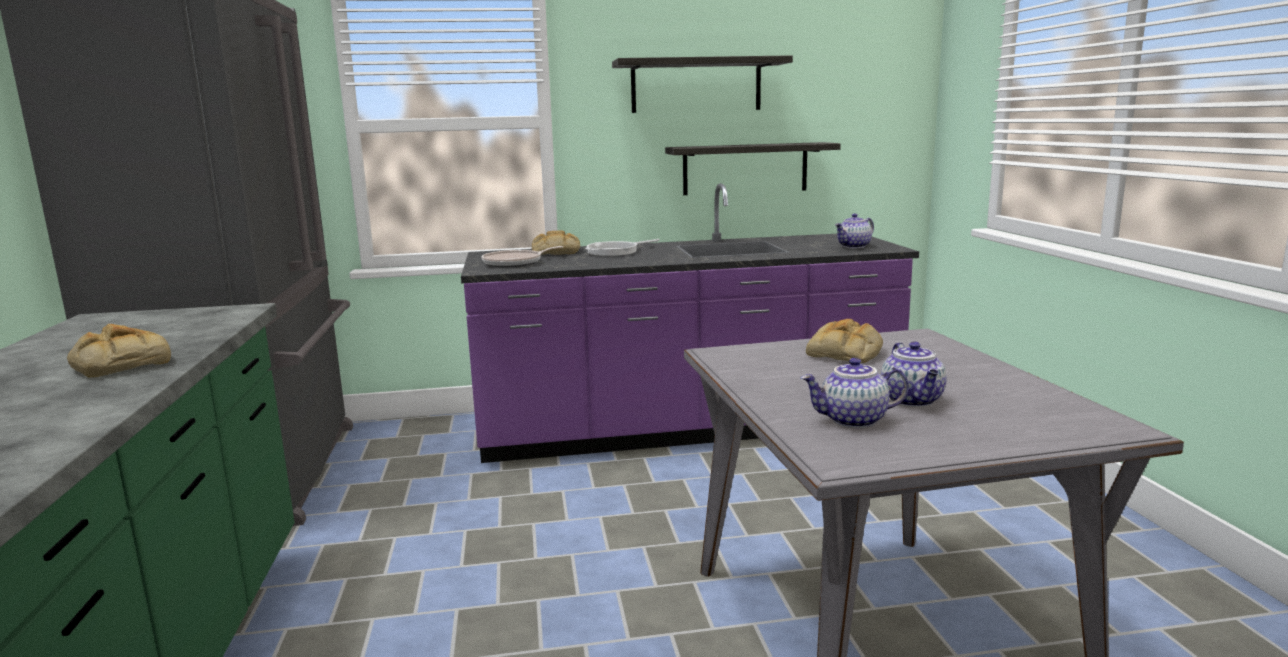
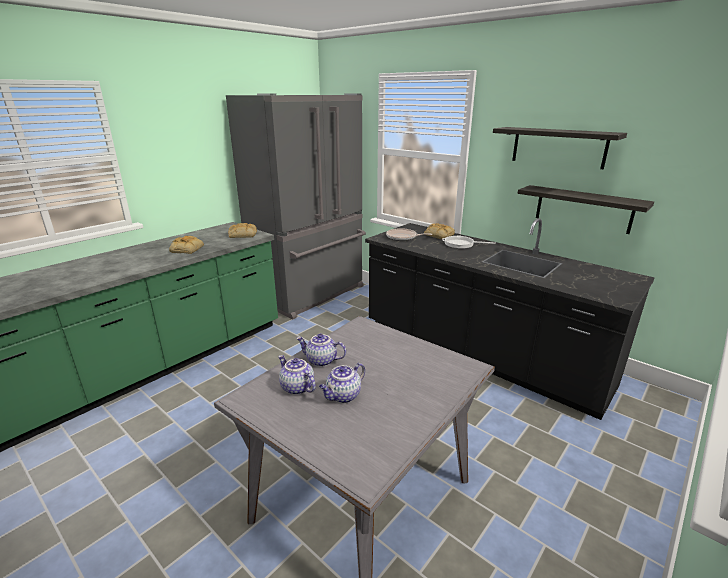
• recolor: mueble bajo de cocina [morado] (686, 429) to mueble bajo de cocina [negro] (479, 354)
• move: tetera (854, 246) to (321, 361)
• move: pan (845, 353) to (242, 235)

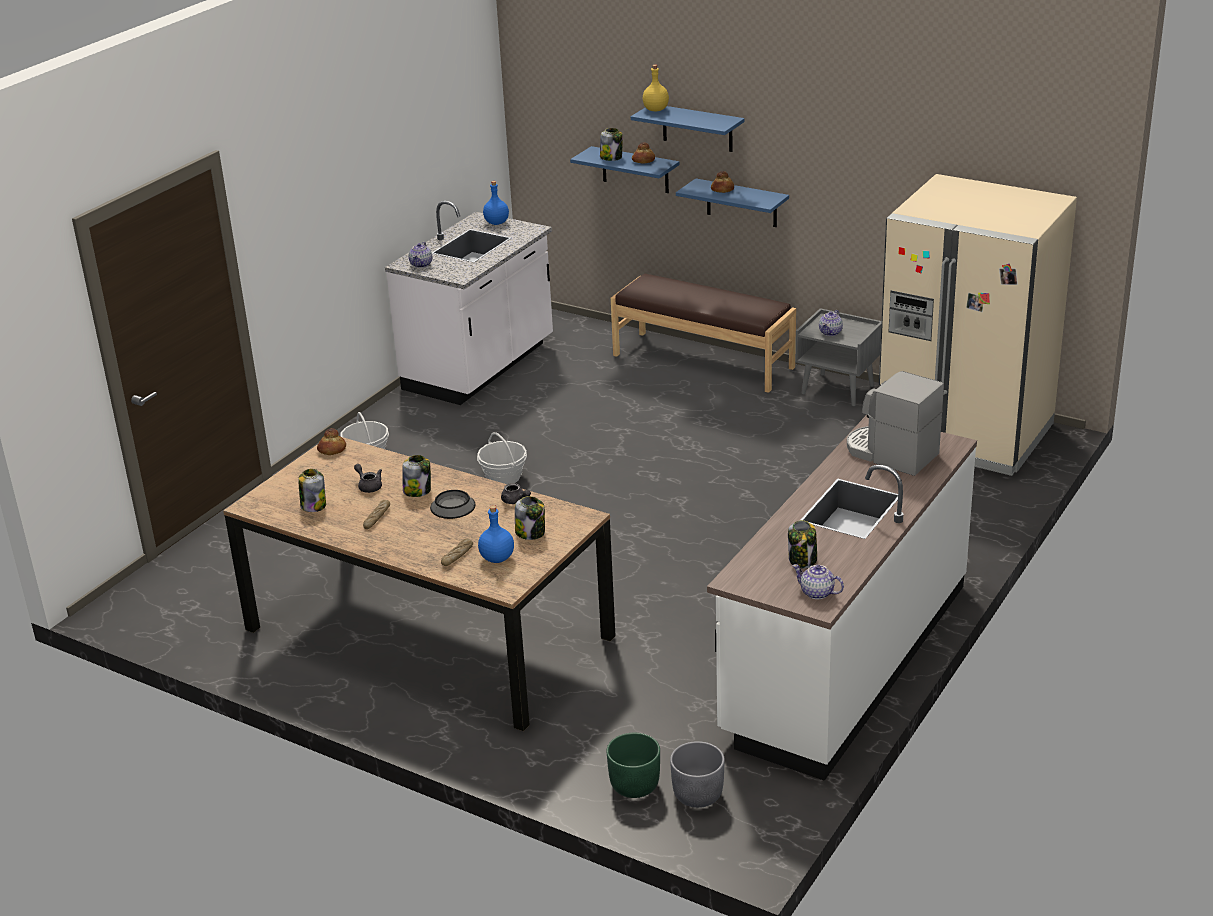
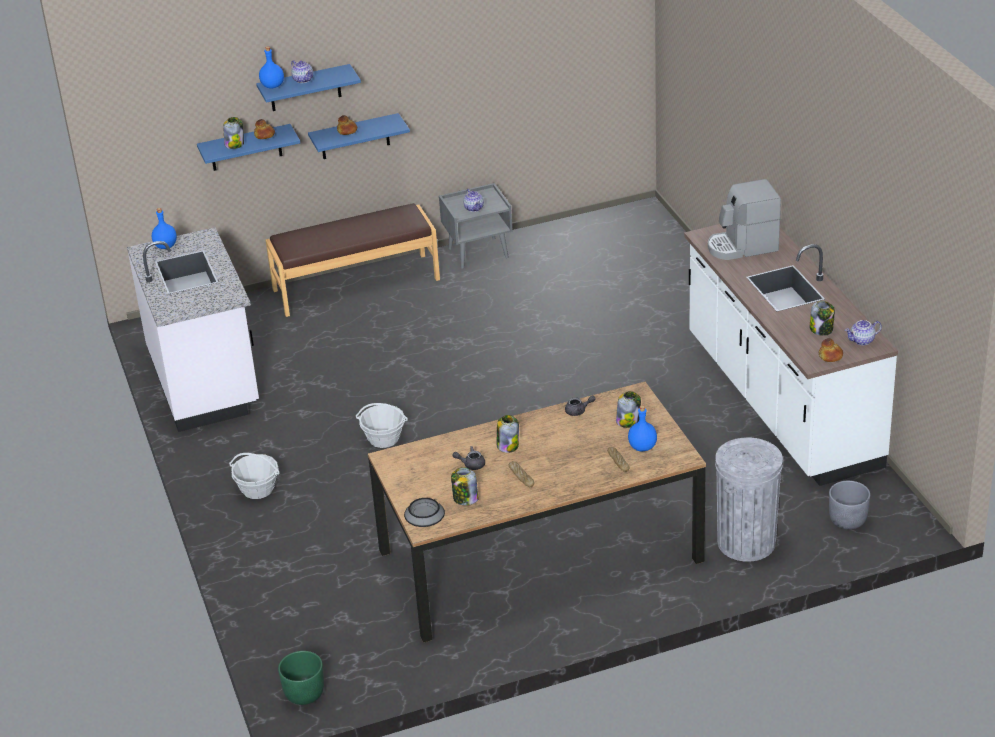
• recolor: botella [amarillo] (655, 110) to botella [azul] (272, 86)
• delete: nevera [beis] (965, 435)
• move: tetera (421, 264) to (303, 79)
• move: pan (332, 450) to (830, 356)
• move: cuenco (452, 506) to (424, 513)
• move: maceta [verde] (634, 785) to (304, 693)
• insert: papelera [gris] (746, 542)

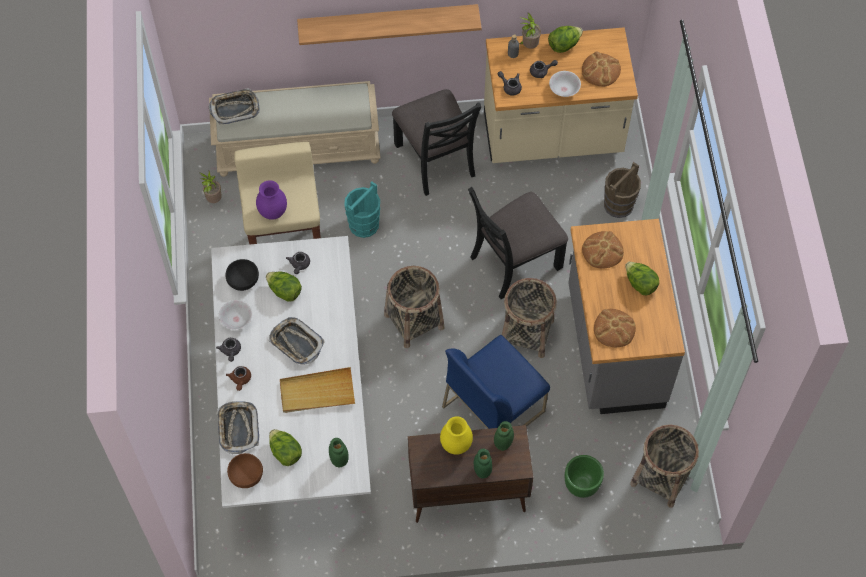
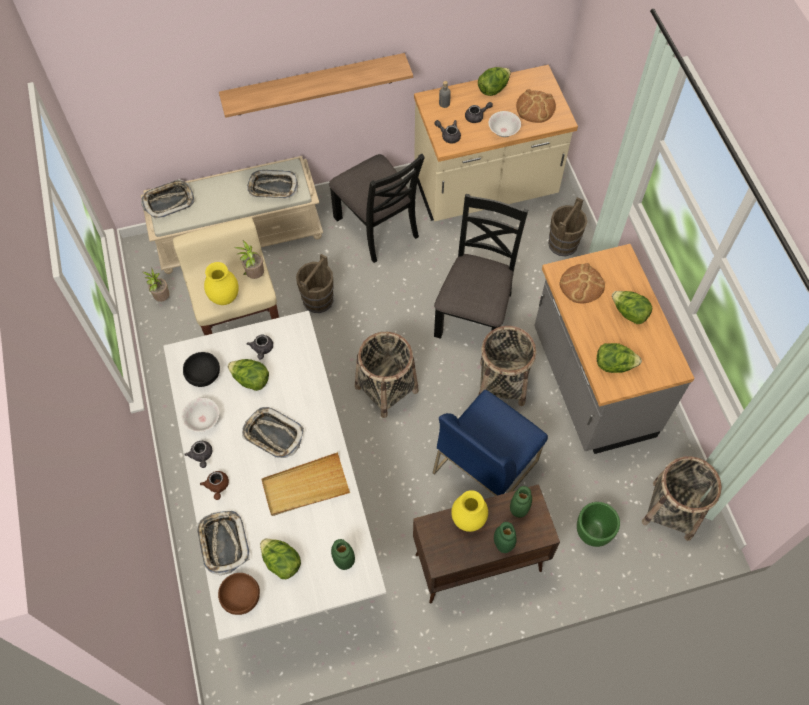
• move: planta en maceta (529, 46) to (254, 275)
• recolor: florero [morado] (273, 213) to florero [amarillo] (225, 298)
• recolor: cubo [turquesa] (363, 224) to cubo [marrón] (317, 300)
• rotate: silla [negro] (514, 261) = (474, 314) 150 degrees clockwise
• replace: pan (614, 328) to lechuga (614, 364)
• insert: bandeja (272, 187)

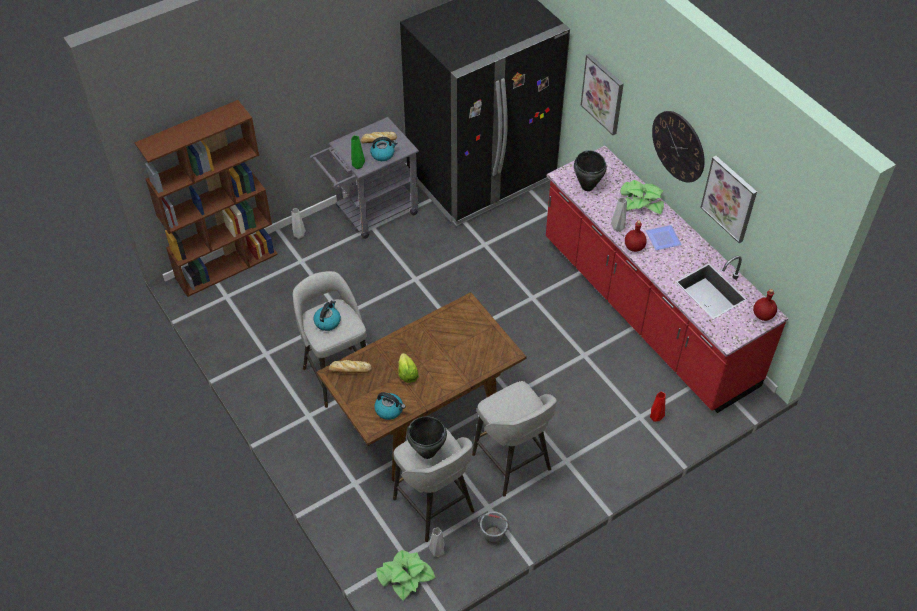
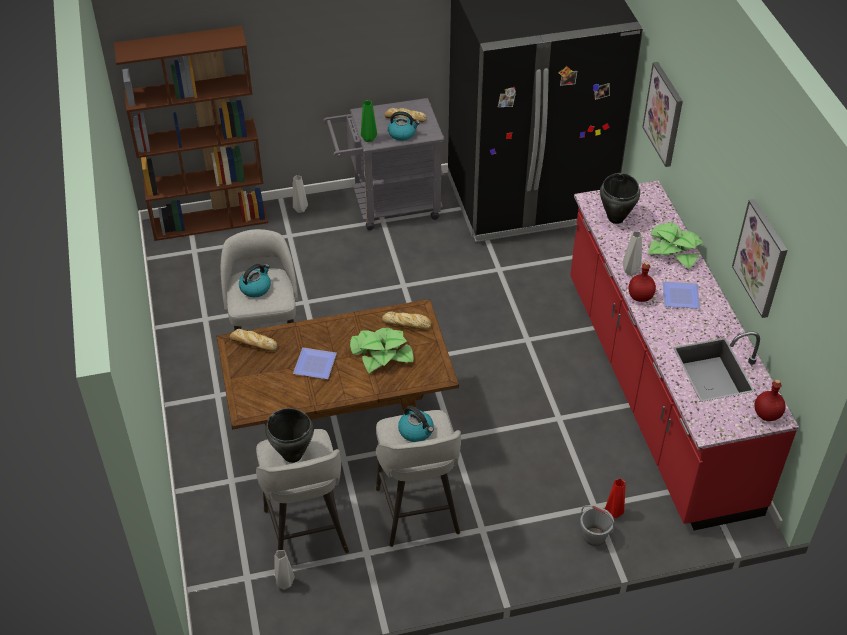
• delete: reloj de pared (678, 146)
• replace: lechuga (407, 374) to plato (313, 365)
• move: hervidor (389, 410) to (416, 431)
• move: cubo [gris] (493, 534) to (594, 536)
• move: planta en maceta (405, 576) to (381, 353)
• insert: pan (407, 323)

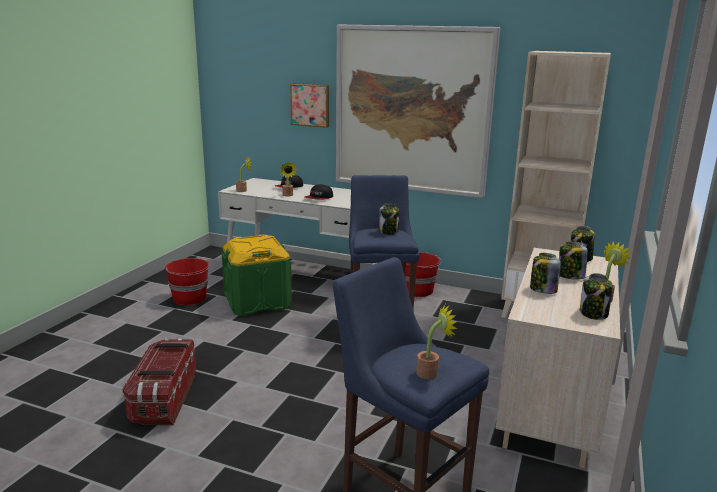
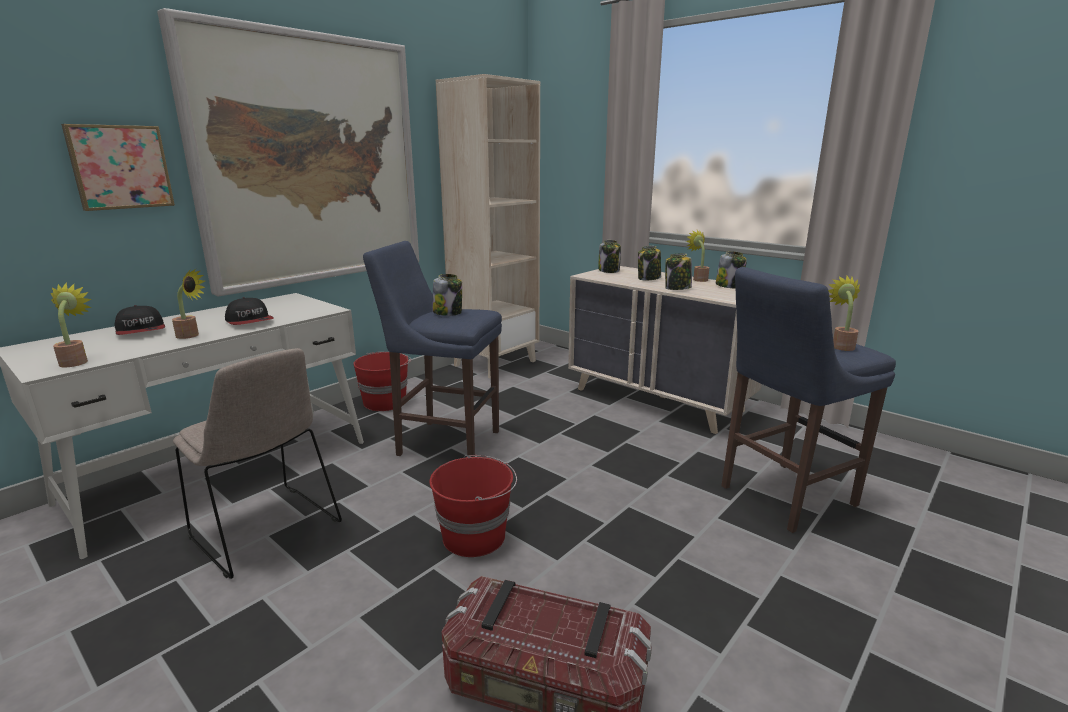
• replace: caja de almacenaje [verde] (257, 302) to silla [beis] (267, 531)
• move: cubo [rojo] (190, 298) to (475, 536)

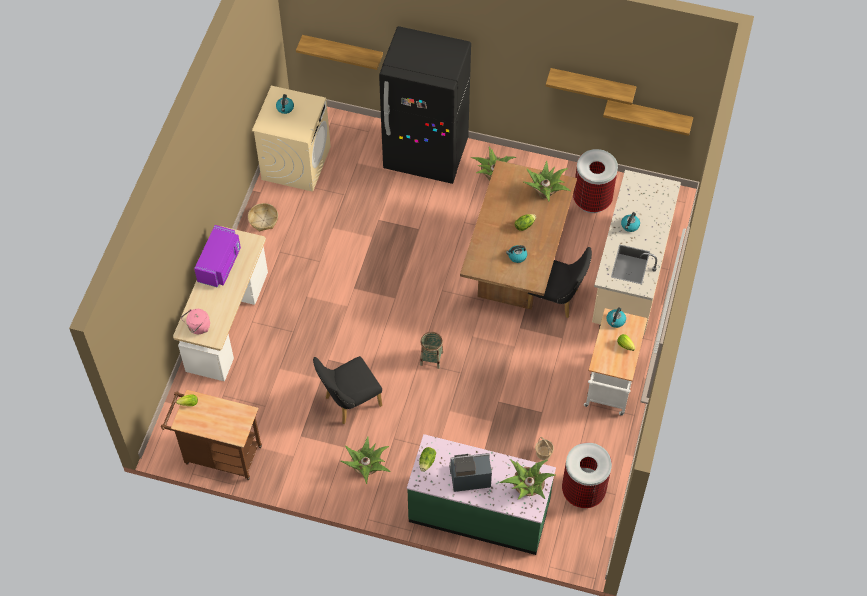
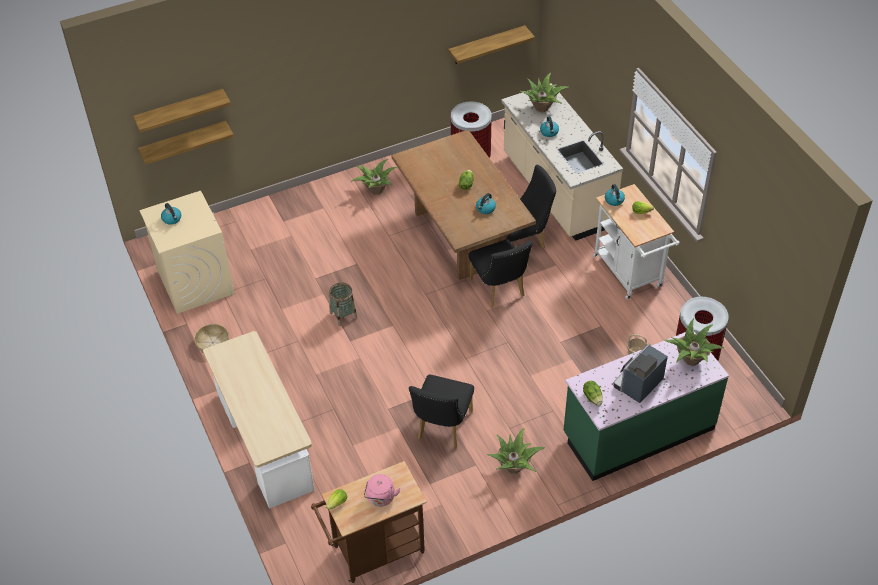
• delete: nevera [negro] (426, 155)
• move: estante (592, 83) to (180, 110)
• move: planta en maceta (546, 193) to (542, 107)
• delete: microondas [morado] (220, 264)
• move: hervidor [rosa] (198, 327) to (381, 498)
• move: cesta (431, 358) to (343, 315)
• insert: silla [negro] (499, 290)

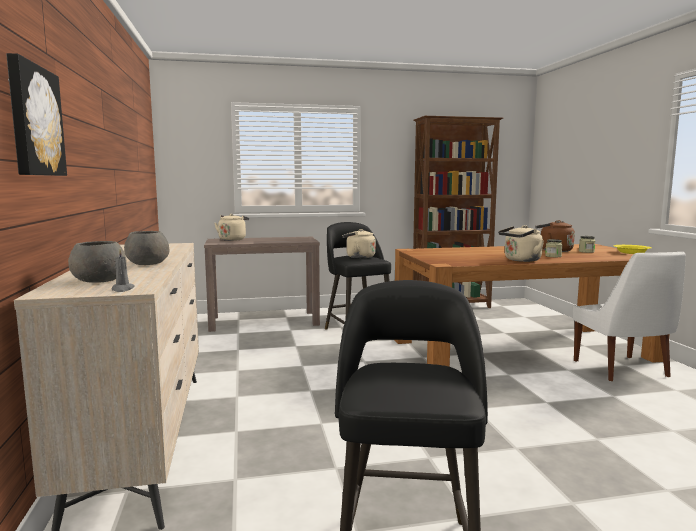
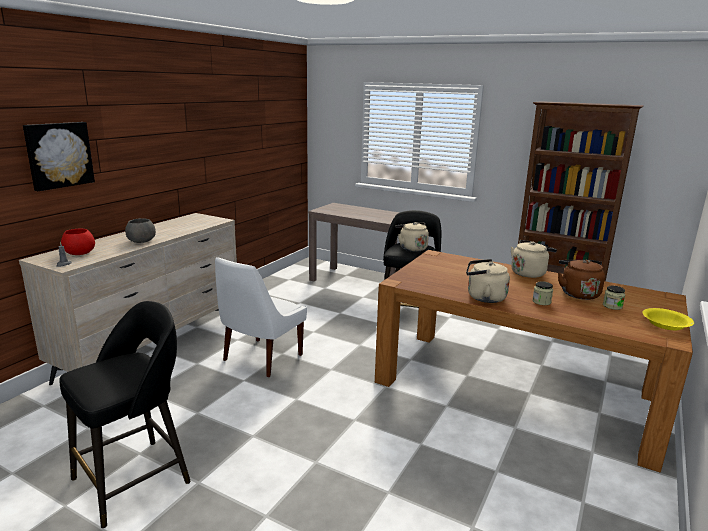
• move: hervidor [beis] (233, 239) to (529, 273)
• recolor: cuenco [gris] (100, 280) to cuenco [rojo] (80, 253)
• move: silla [blanco] (622, 370) to (260, 359)

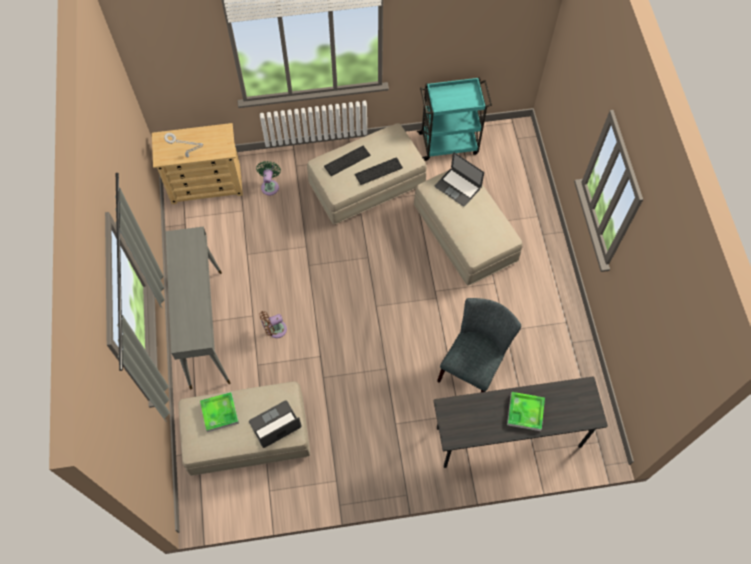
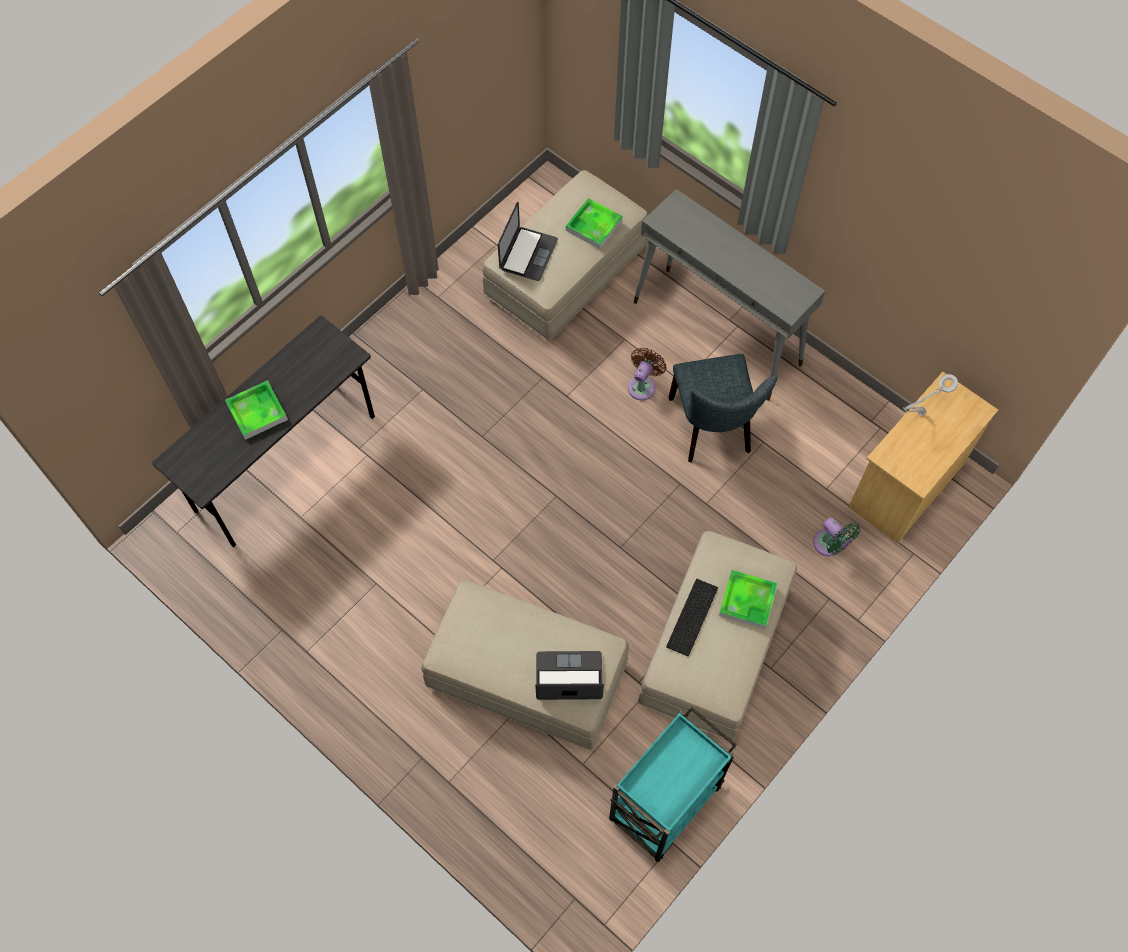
• replace: teclado (347, 160) to bandeja (747, 601)
• move: silla [gris] (473, 366) to (712, 429)

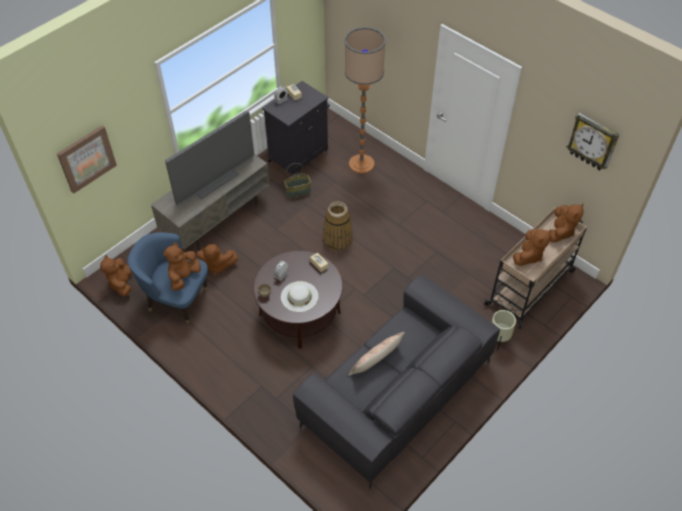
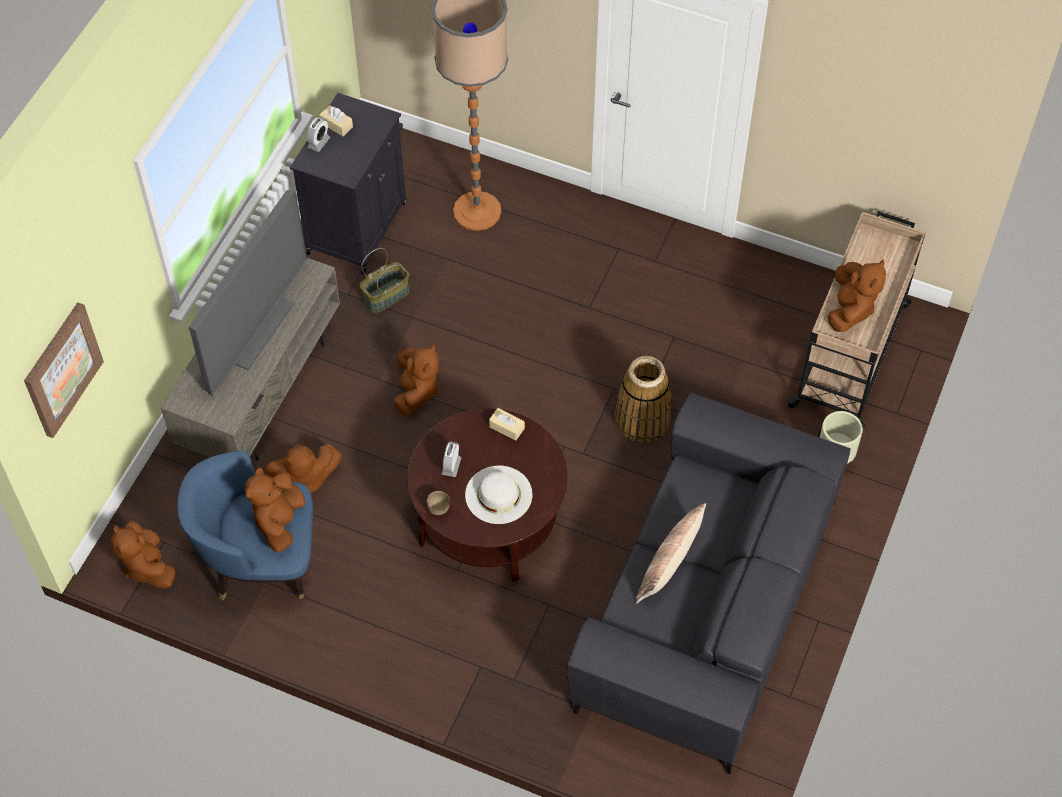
• delete: reloj de pared (592, 142)
• move: cesta (337, 239) to (642, 419)
• move: peluche [marrón] (560, 232) to (416, 391)

